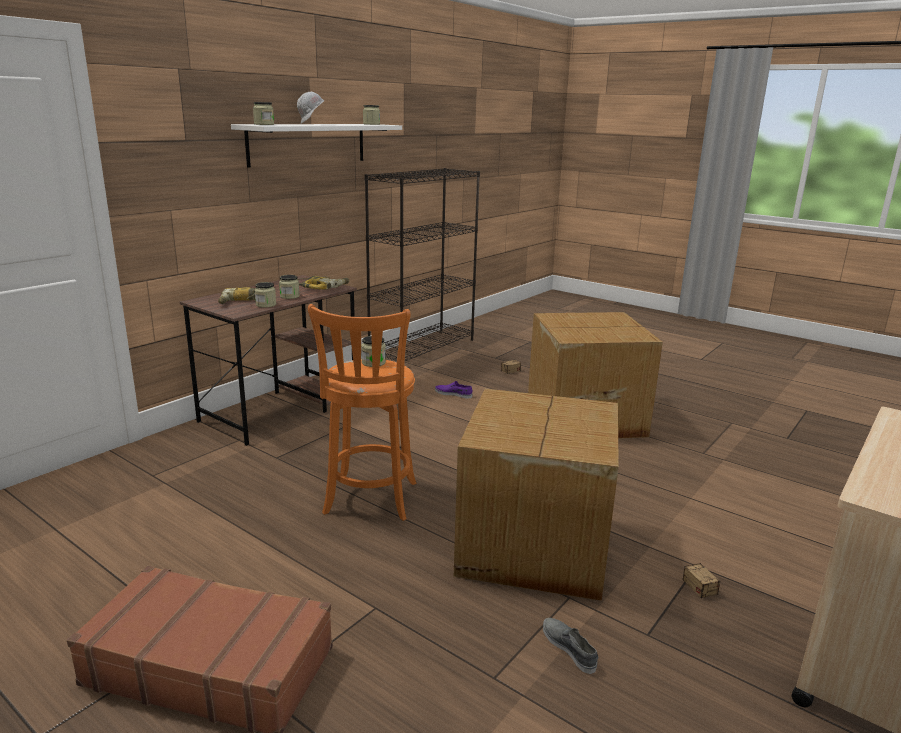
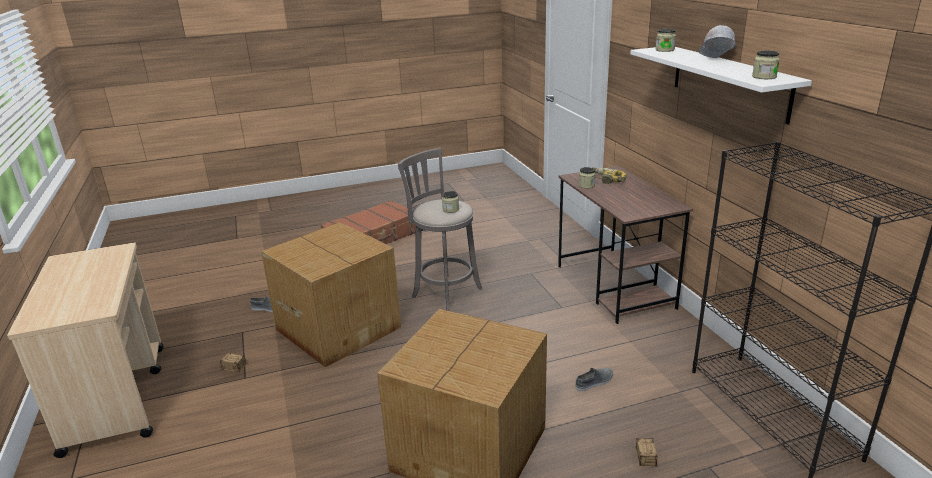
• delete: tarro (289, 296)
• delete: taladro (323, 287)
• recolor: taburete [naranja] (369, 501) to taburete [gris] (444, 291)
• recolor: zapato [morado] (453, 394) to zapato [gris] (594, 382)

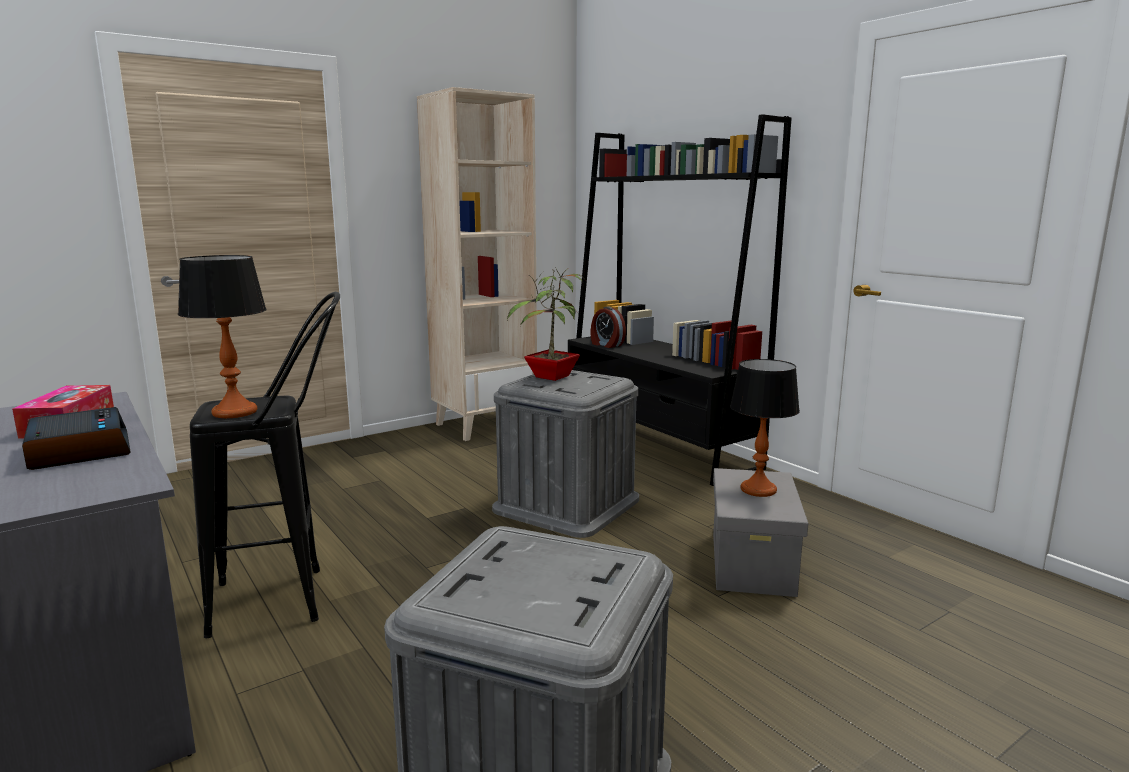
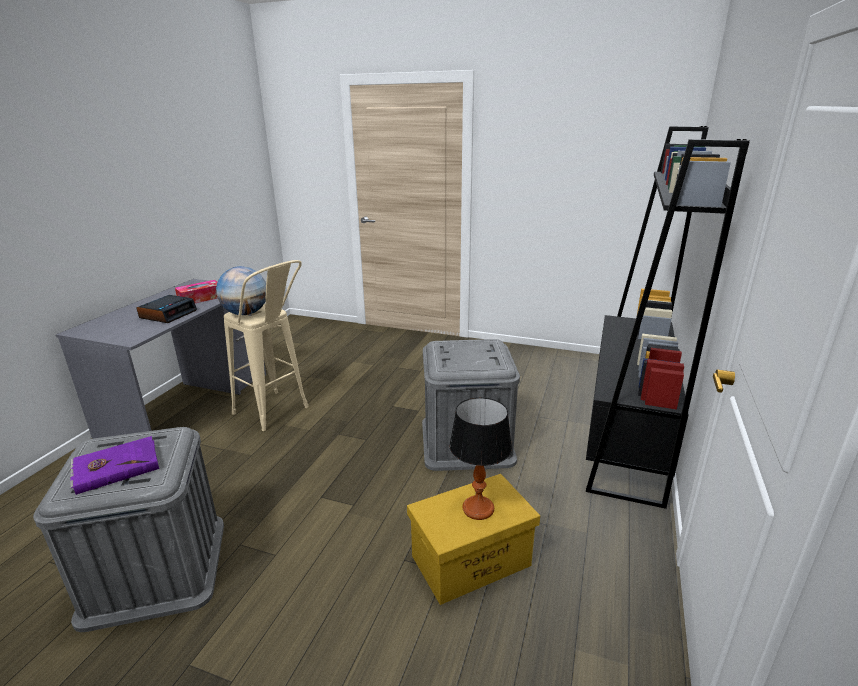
• delete: estantería [beis] (484, 425)
• replace: lámpara de mesa (235, 412) to globo terráqueo (246, 313)
• delete: planta en maceta (550, 377)
• recolor: taburete [negro] (290, 598) to taburete [beis] (277, 414)
• delete: despertador (606, 345)
• recolor: caja de almacenaje [gris] (751, 562) to caja de almacenaje [amarillo] (471, 560)
• insert: libro [morado] (116, 466)

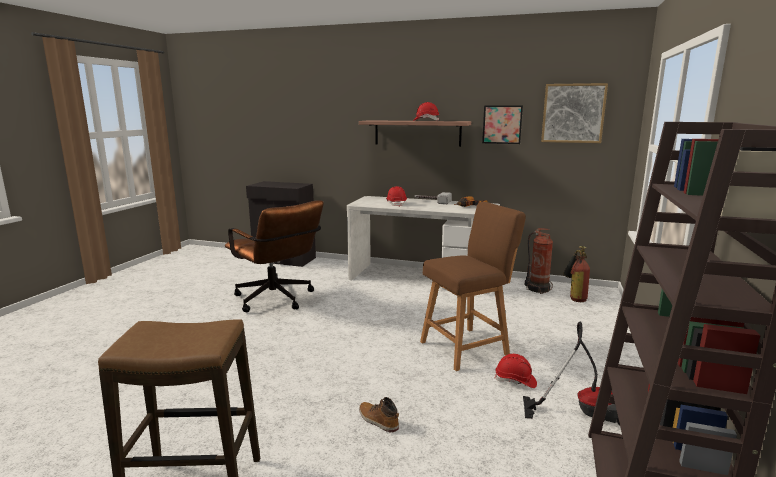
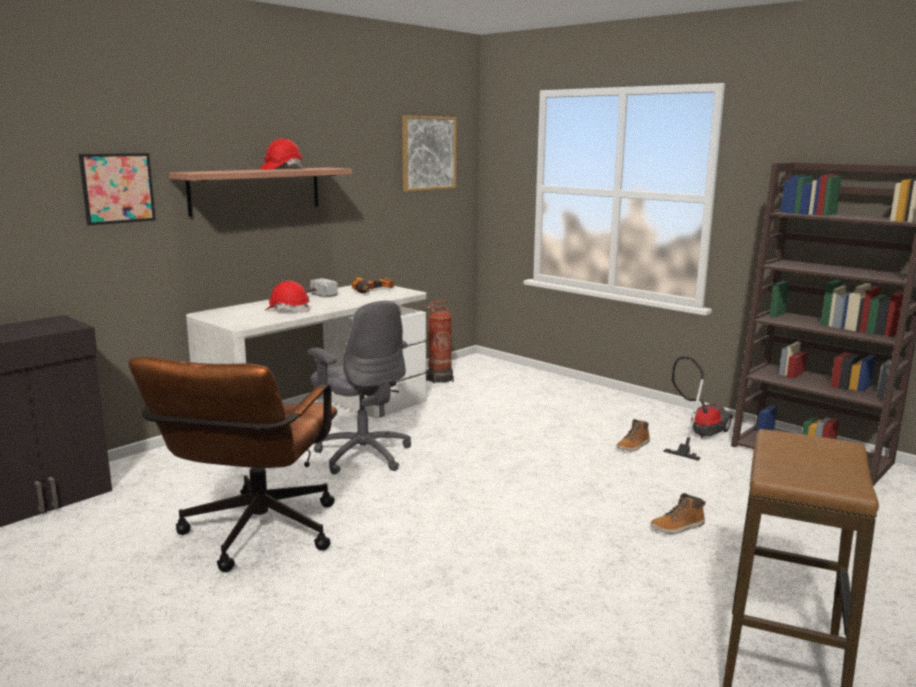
• move: cuadro (502, 124) to (118, 188)
• rotate: silla de oficina [marrón] (277, 300) = (254, 537) 120 degrees clockwise
• delete: taburete [marrón] (467, 347)
• delete: extintor (574, 297)
• replace: casco [rojo] (515, 381) to bota (633, 446)
• insert: silla de oficina [gris] (363, 454)

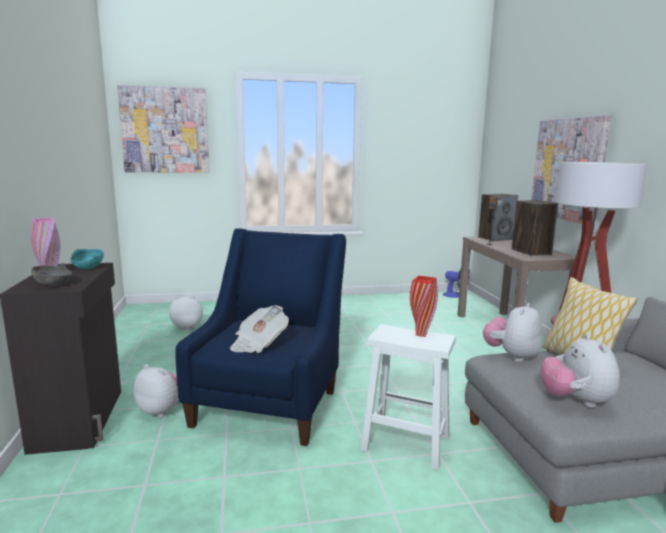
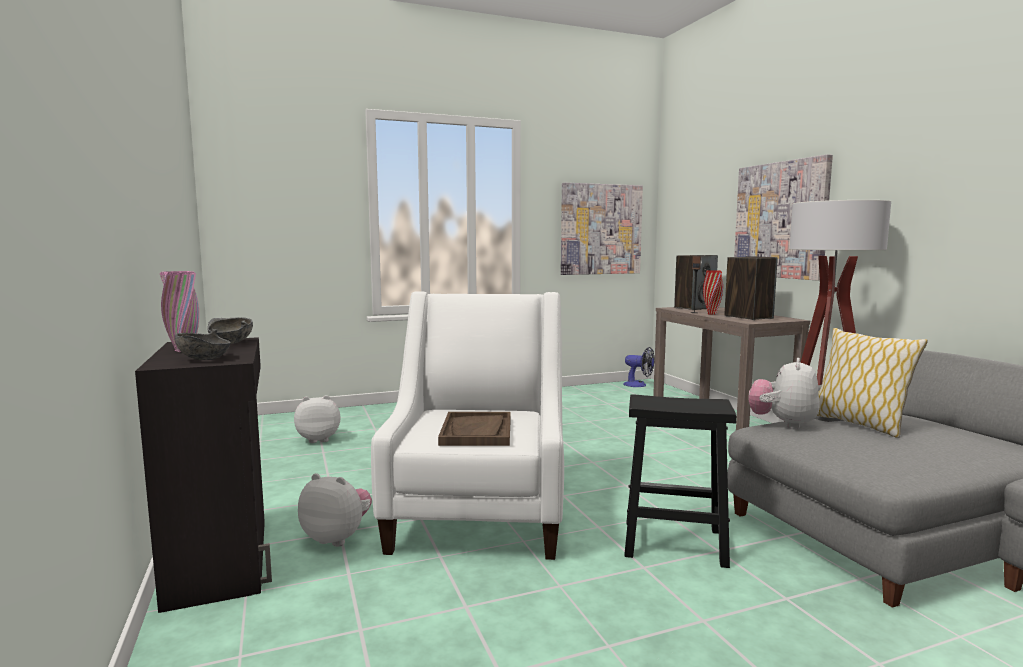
• move: cuadro (165, 130) to (600, 229)
• recolor: sillón [azul] (270, 402) to sillón [blanco] (479, 515)
• recolor: cuenco [turquesa] (88, 268) to cuenco [gris] (231, 343)
• move: florero [rojo] (421, 334) to (711, 314)
• replace: periódico (258, 344) to bandeja [marrón] (477, 431)
• recolor: taburete [blanco] (404, 442) to taburete [negro] (672, 543)
• delete: peluche (575, 401)

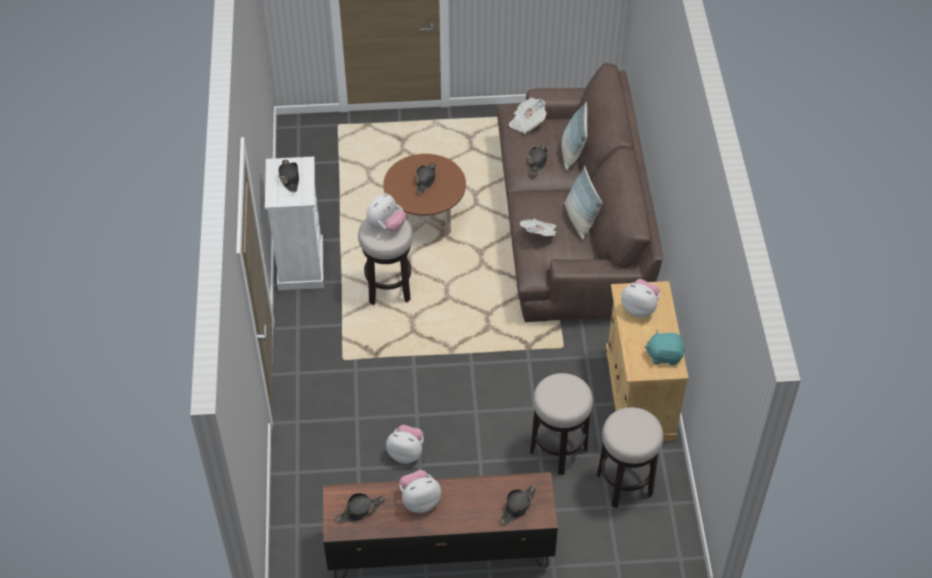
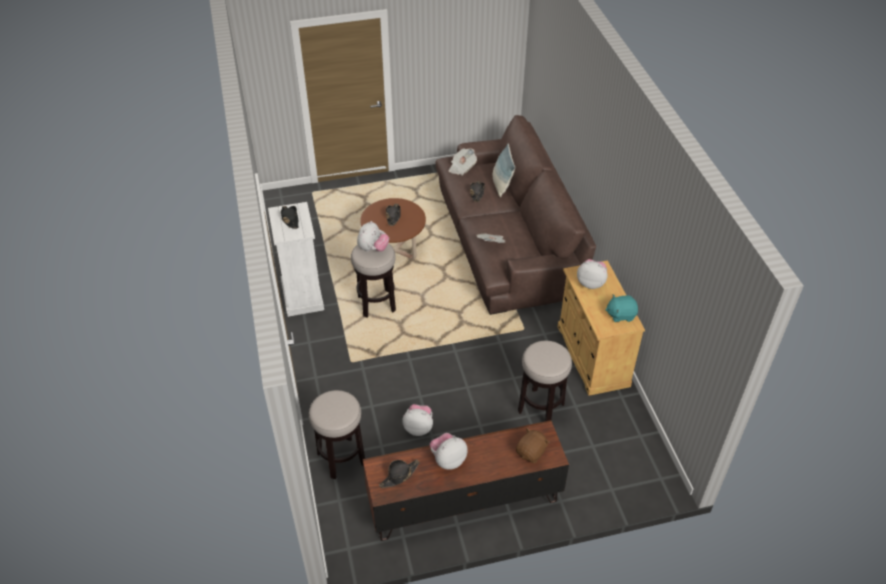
• delete: cojín (579, 220)
• move: taburete (624, 484) to (341, 458)
• replace: sombrero [negro] (517, 507) to peluche [marrón] (531, 452)

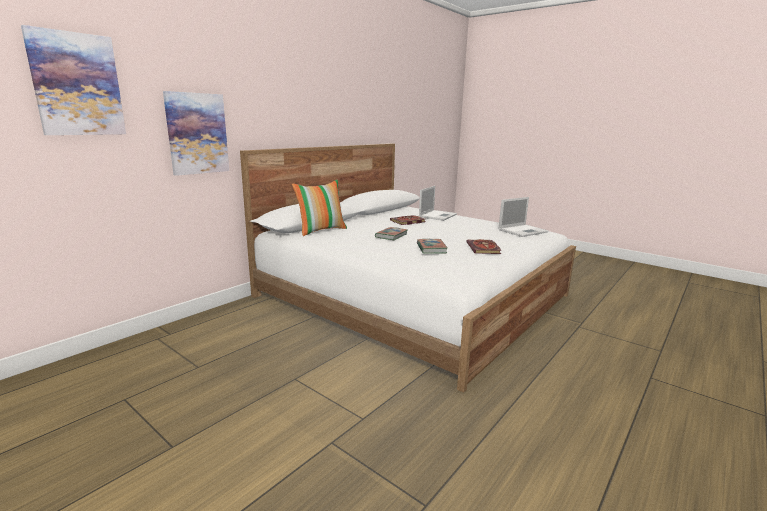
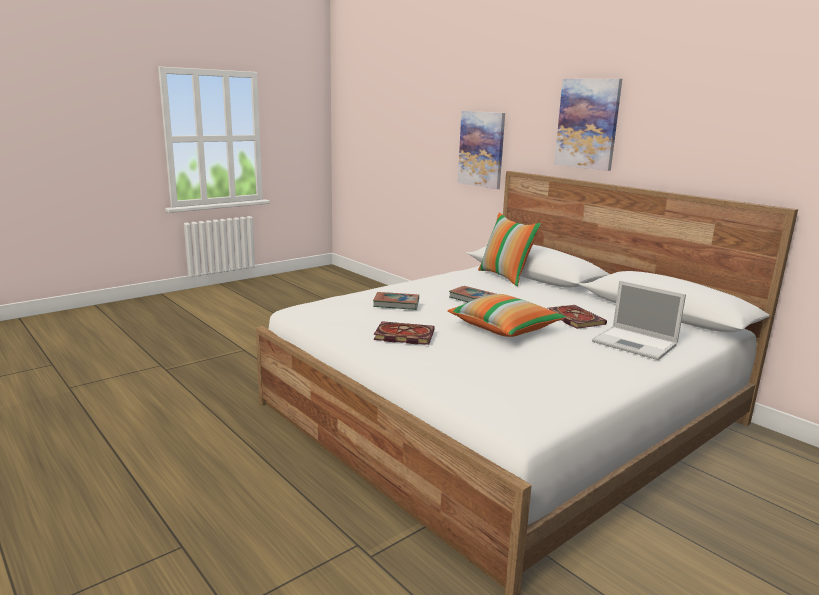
• move: cuadro (77, 85) to (587, 124)
• delete: portátil (523, 231)
• insert: cojín (504, 328)

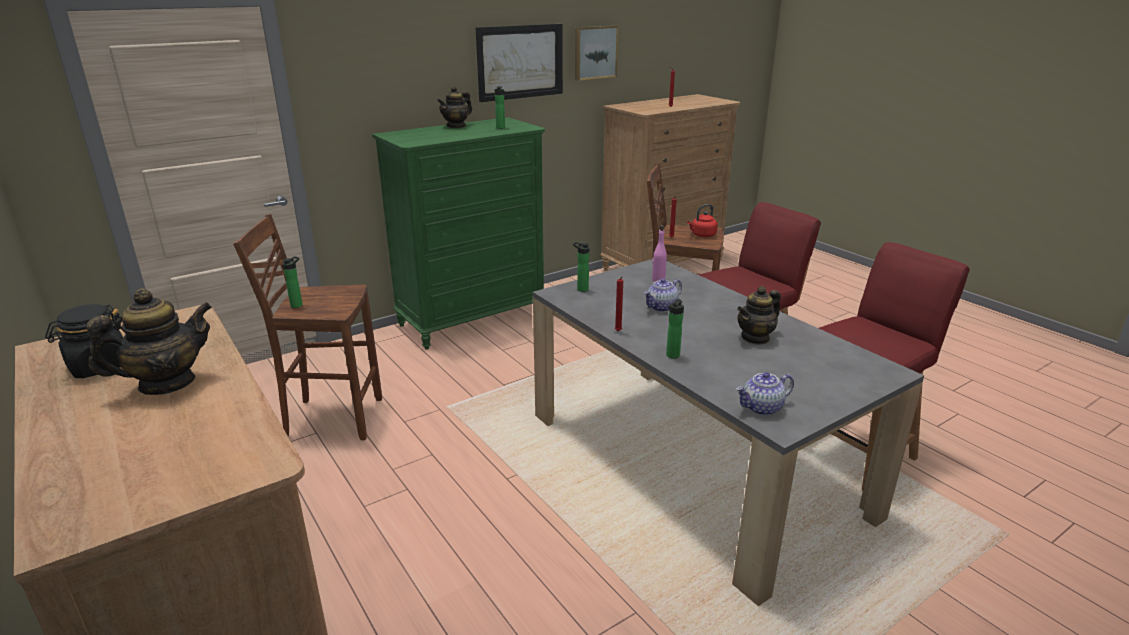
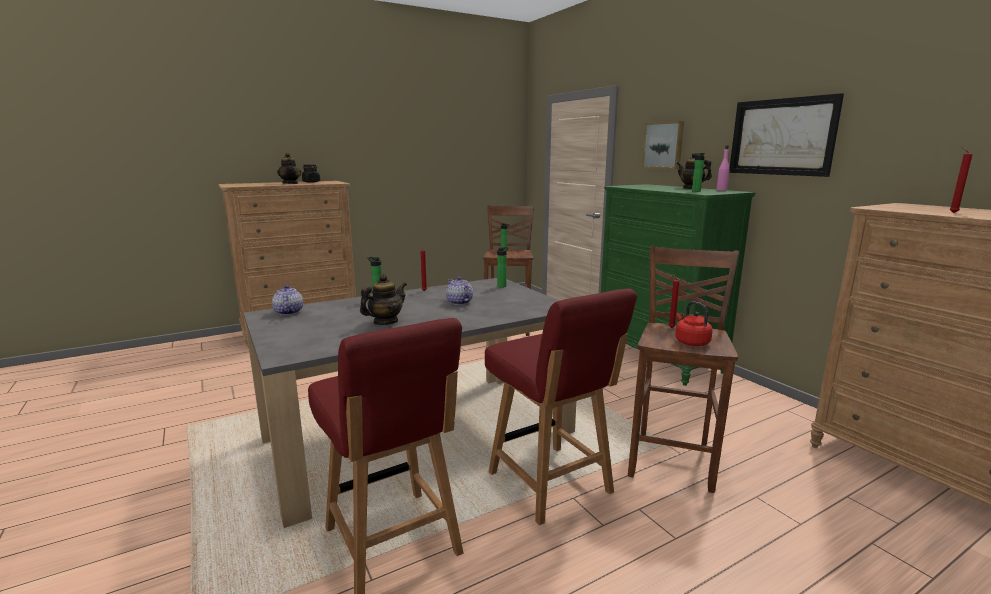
• move: cuadro (594, 52) to (664, 145)
• move: botella [rosa] (658, 279) to (721, 190)
• rotate: tetera (755, 338) = (385, 322) 75 degrees clockwise

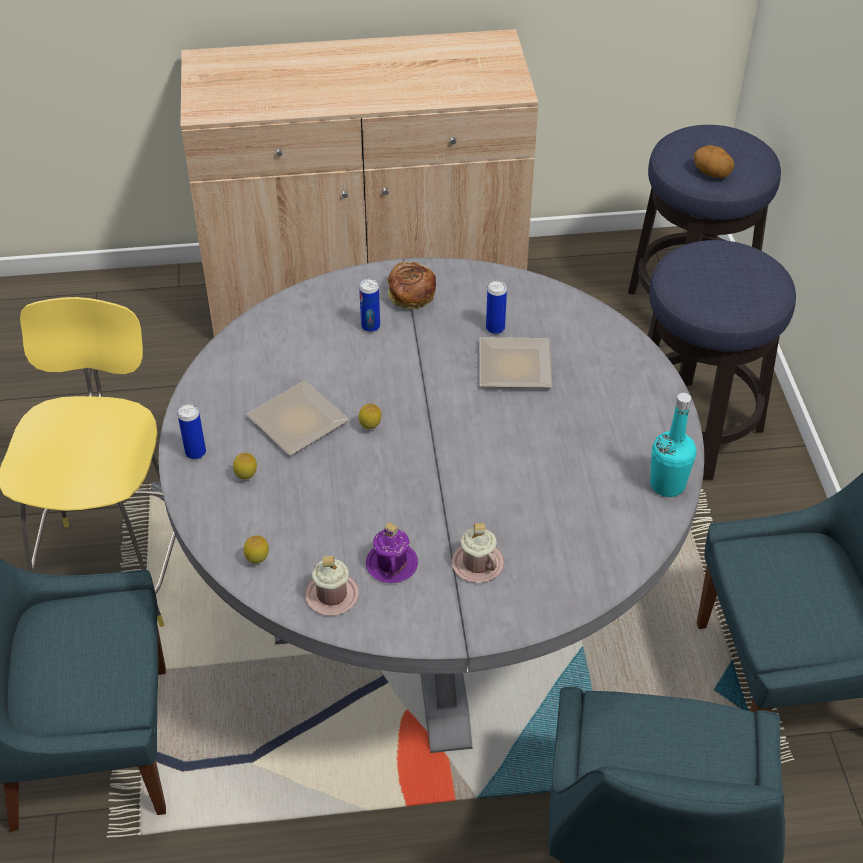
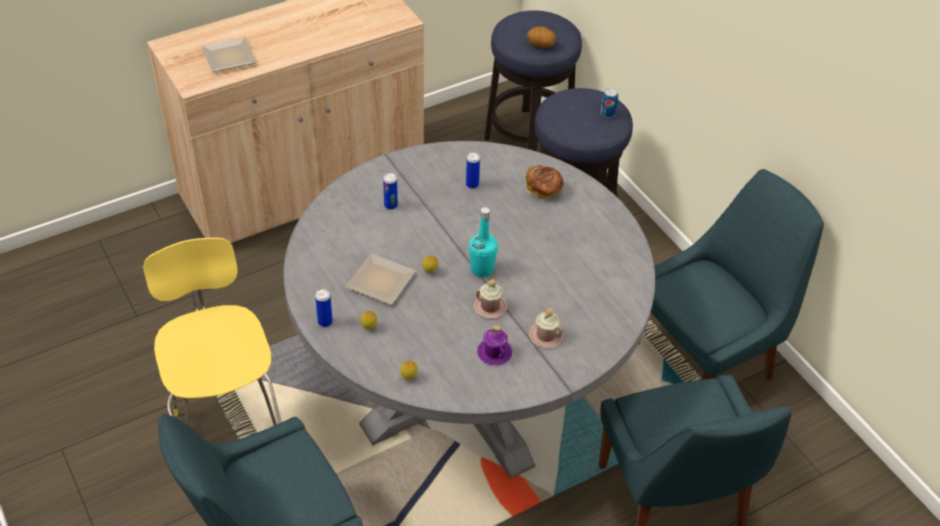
• move: pan (411, 297) to (543, 189)
• move: plato (517, 365) to (230, 56)
• move: botella [turquesa] (667, 484) to (482, 269)
• move: taza grande [rosa] (332, 595) to (490, 307)
• insert: lata (608, 113)

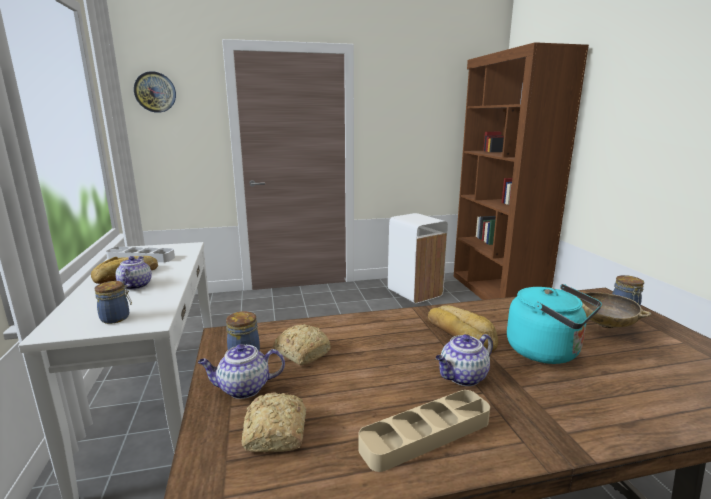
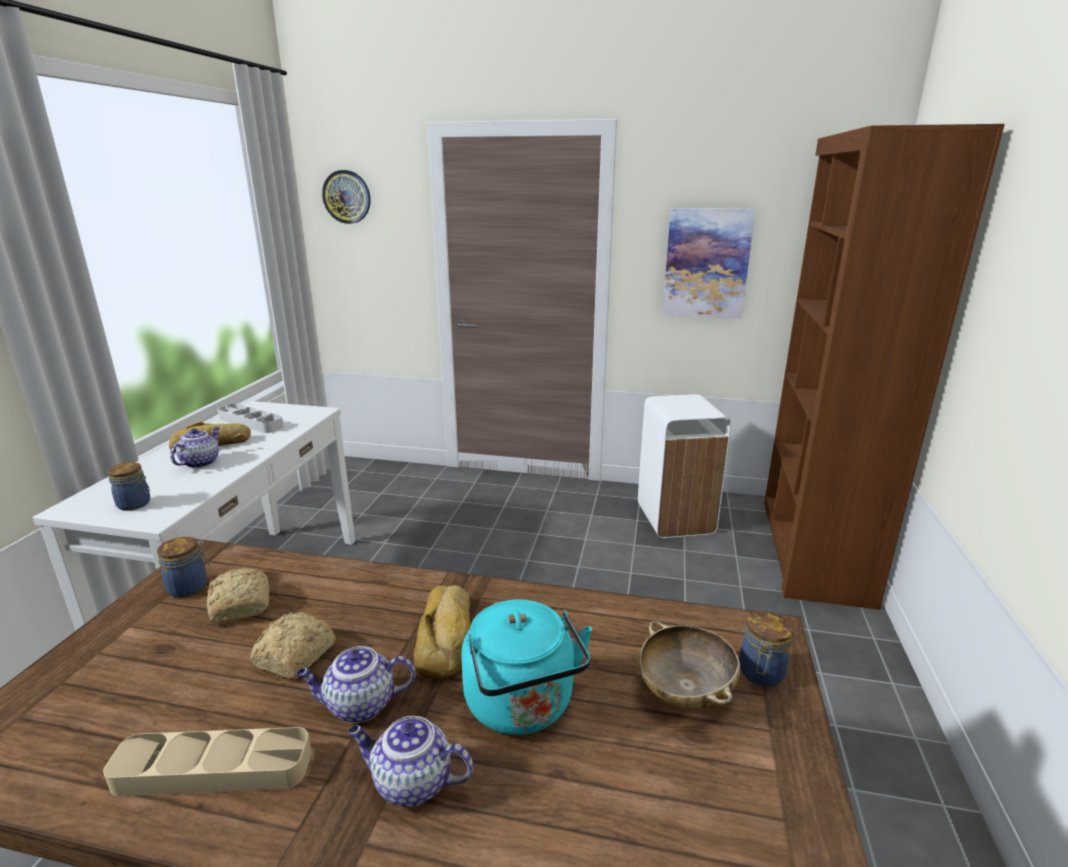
• move: tetera (243, 389) to (411, 783)
• move: pan (275, 435) to (293, 657)
• insert: cuadro (706, 263)

